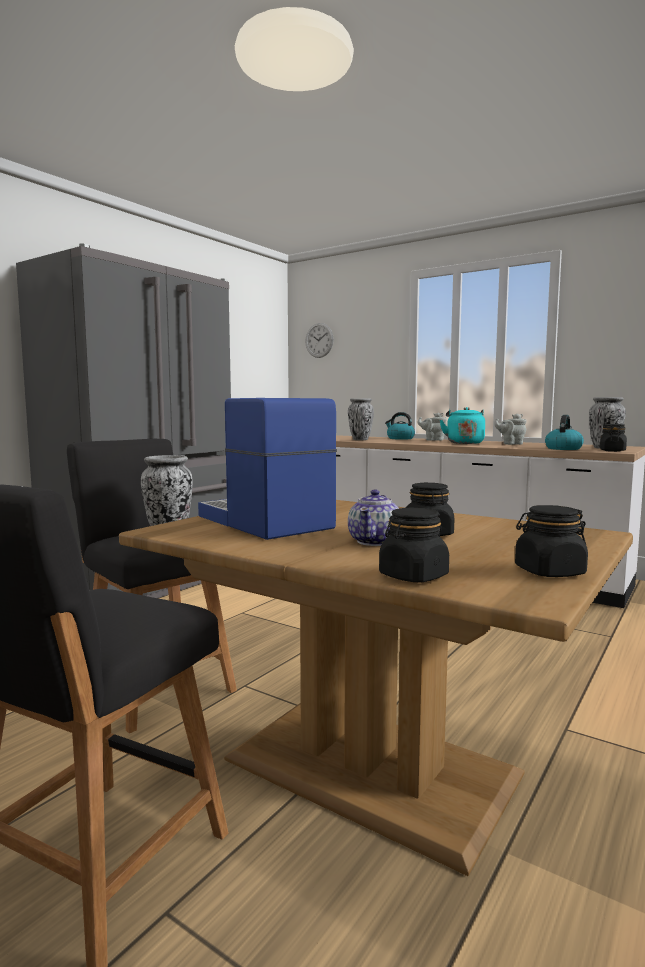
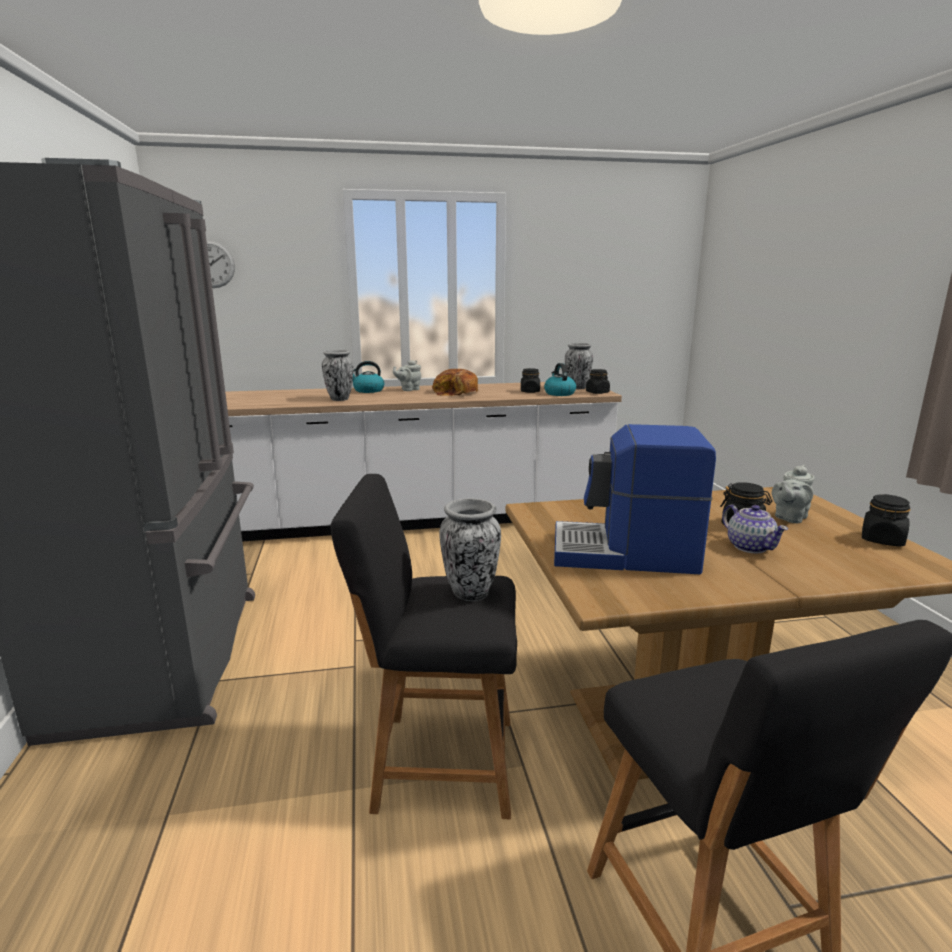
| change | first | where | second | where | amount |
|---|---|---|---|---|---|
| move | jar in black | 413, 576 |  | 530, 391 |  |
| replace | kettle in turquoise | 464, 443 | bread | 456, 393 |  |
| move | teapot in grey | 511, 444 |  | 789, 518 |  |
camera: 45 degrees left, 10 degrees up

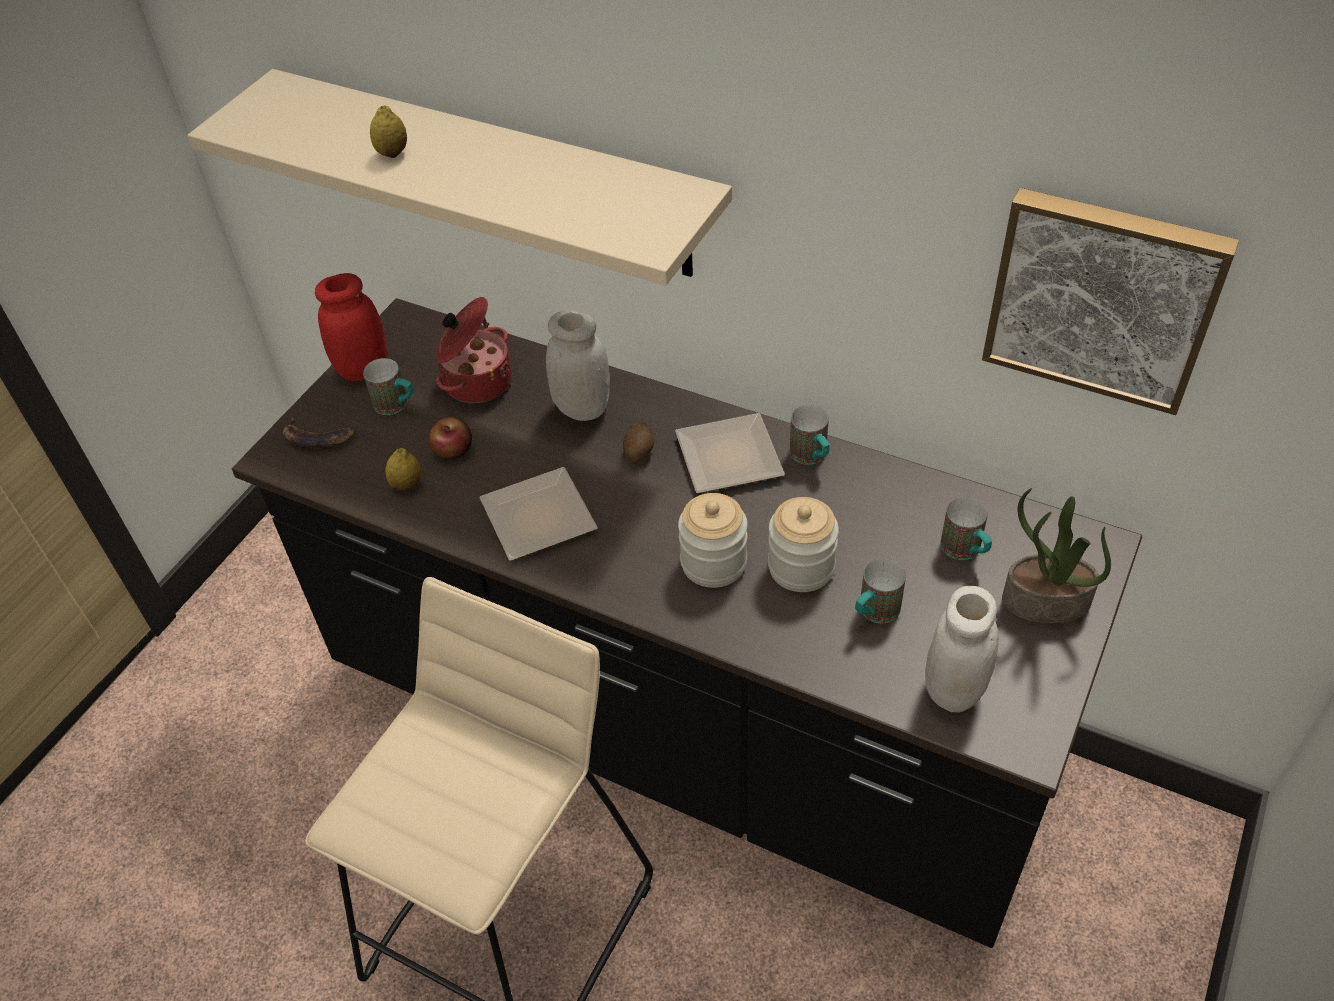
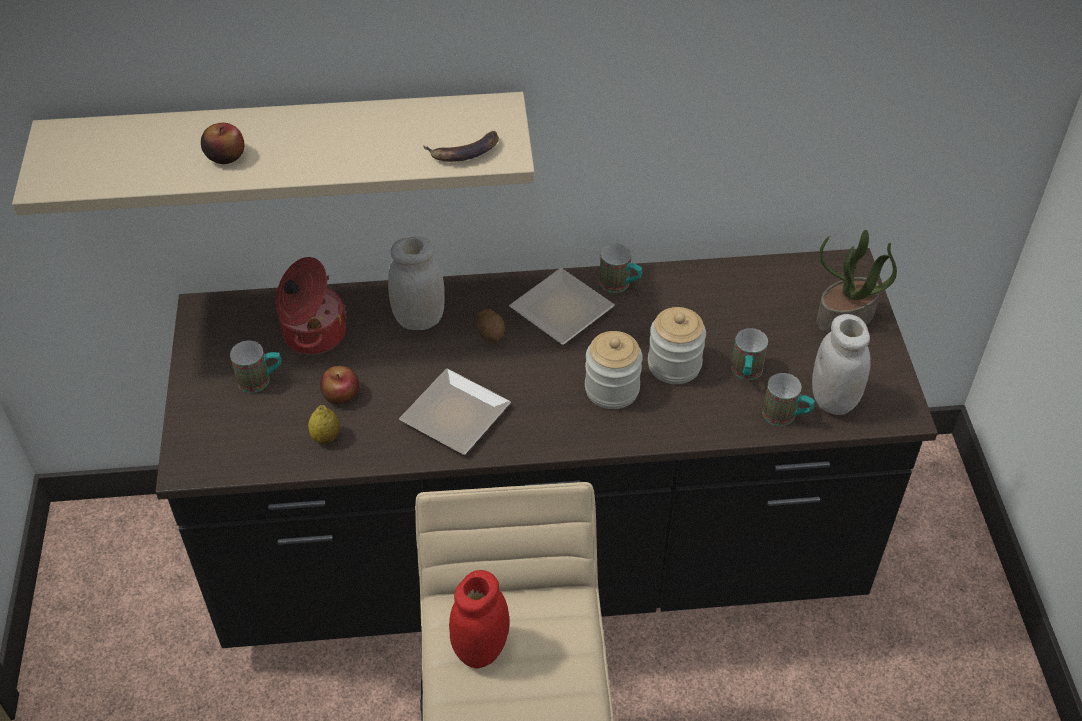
| change | first | where | second | where | amount |
|---|---|---|---|---|---|
| move | banana | 318, 437 |  | 464, 151 |  |
| move | jar in red | 363, 370 |  | 481, 649 |  |
| replace | lemon | 392, 153 | apple | 225, 156 |  |
| move | mug | 965, 551 |  | 786, 416 |  |
| delete | picture | 1103, 297 |  |  |  |
camera: 35 degrees left, 0 degrees up

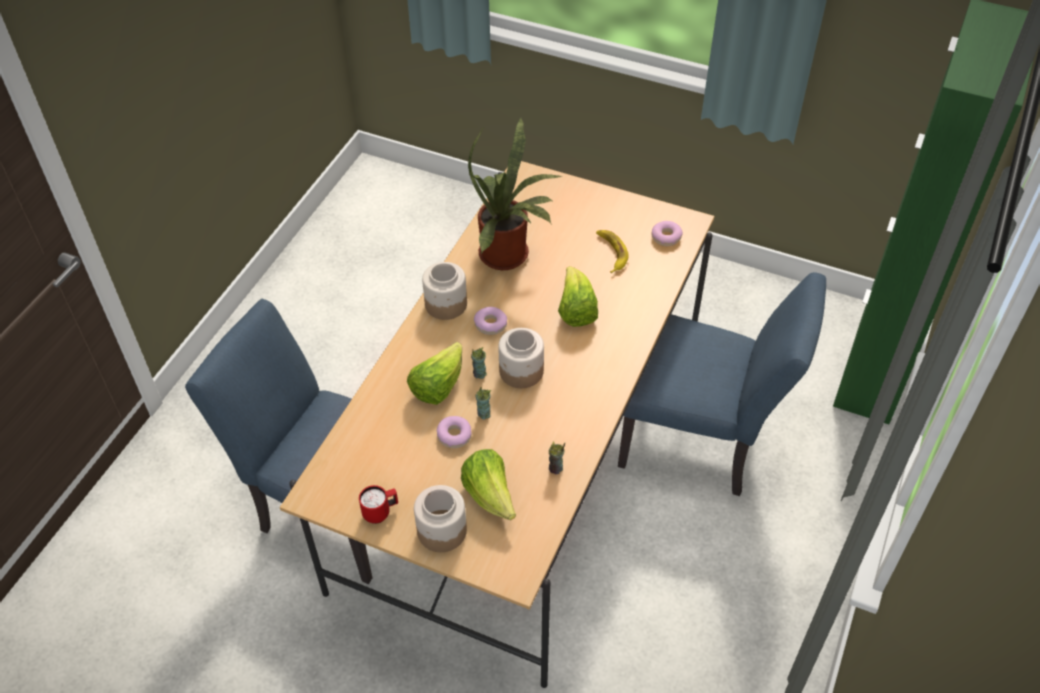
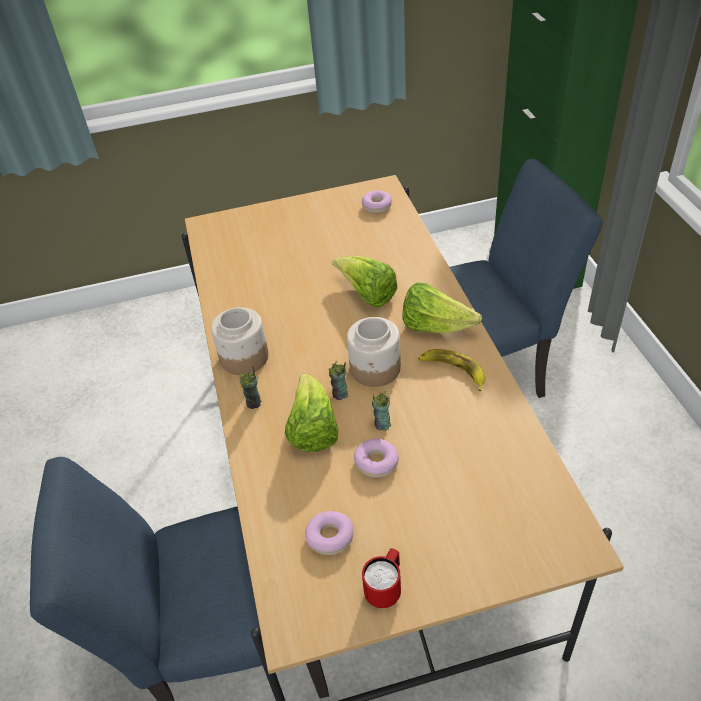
| change | first | where | second | where | amount |
|---|---|---|---|---|---|
| delete | jar | 441, 530 |  |  |  |
| move | lettuce | 490, 495 |  | 435, 326 |  |
| delete | potted plant | 509, 256 |  |  |  |
| move | donut | 490, 324 |  | 330, 537 |  |
| move | cup | 556, 468 |  | 254, 403 |  |
| move | banana | 611, 252 |  | 453, 370 |  |
camera: 35 degrees left, 5 degrees down

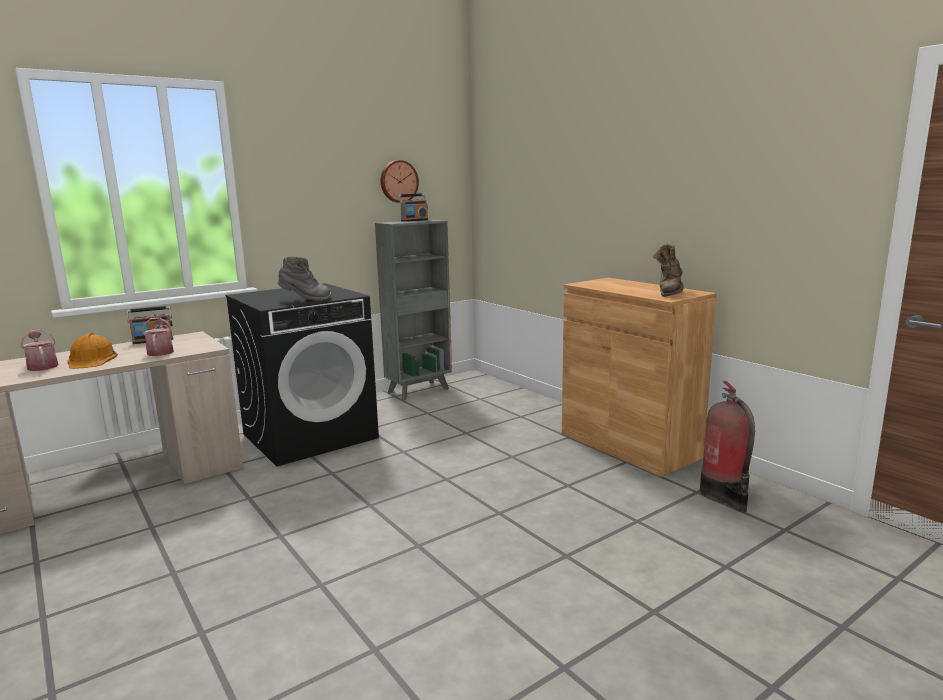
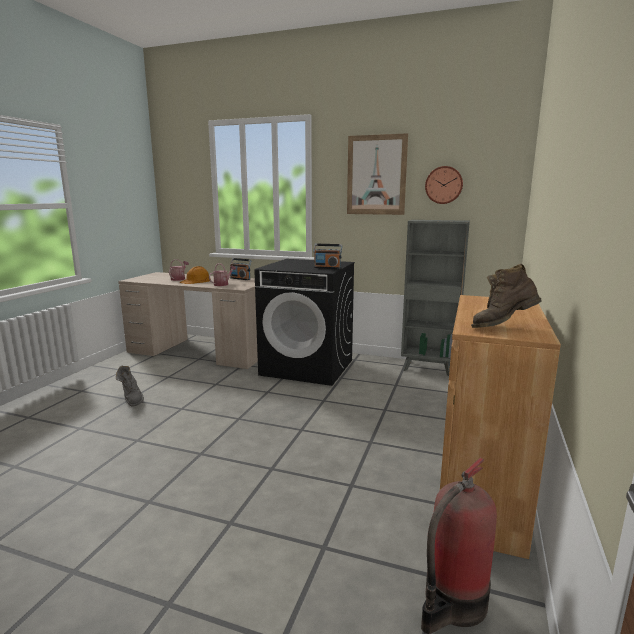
| change | first | where | second | where | amount |
|---|---|---|---|---|---|
| move | boot in grey | 304, 299 |  | 132, 399 |  |
| move | radio | 414, 220 |  | 327, 267 |  |
| insert |  |  | picture | 376, 175 |  |
camera: 55 degrees right, 0 degrees up

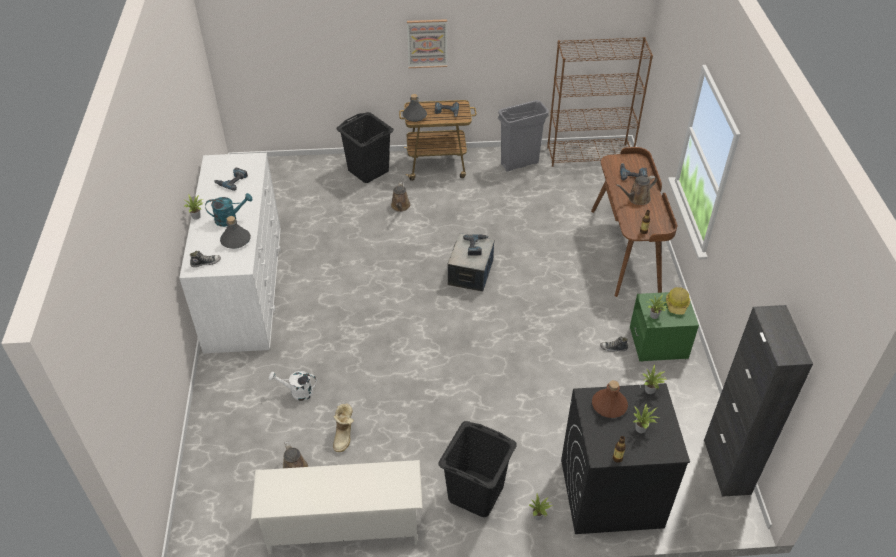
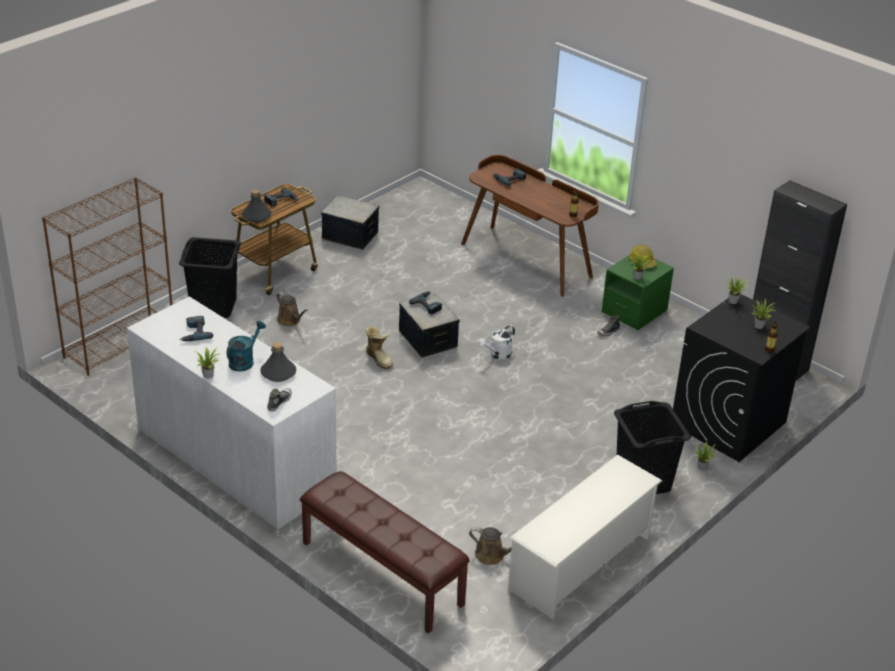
| change | first | where | second | where | amount |
|---|---|---|---|---|---|
| move | watering can in white | 297, 392 |  | 497, 355 |  |
| move | boot | 344, 436 |  | 379, 358 |  |
| delete | picture | 427, 43 |  |  |  |
| replace | trash can in grey | 520, 163 | storage box | 350, 235 |  |
| move | bookcase in brown | 589, 155 |  | 120, 343 |  |
| delete | bottle in brown | 609, 405 |  |  |  |
| delete | watering can in brown | 637, 199 |  |  |  |
| insert |  |  | bench in brown | 381, 573 |  |
camera: 45 degrees left, 10 degrees down

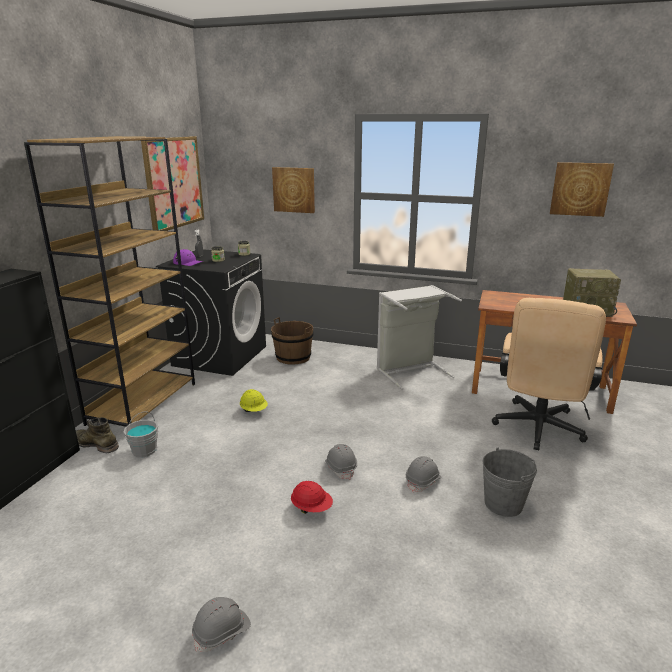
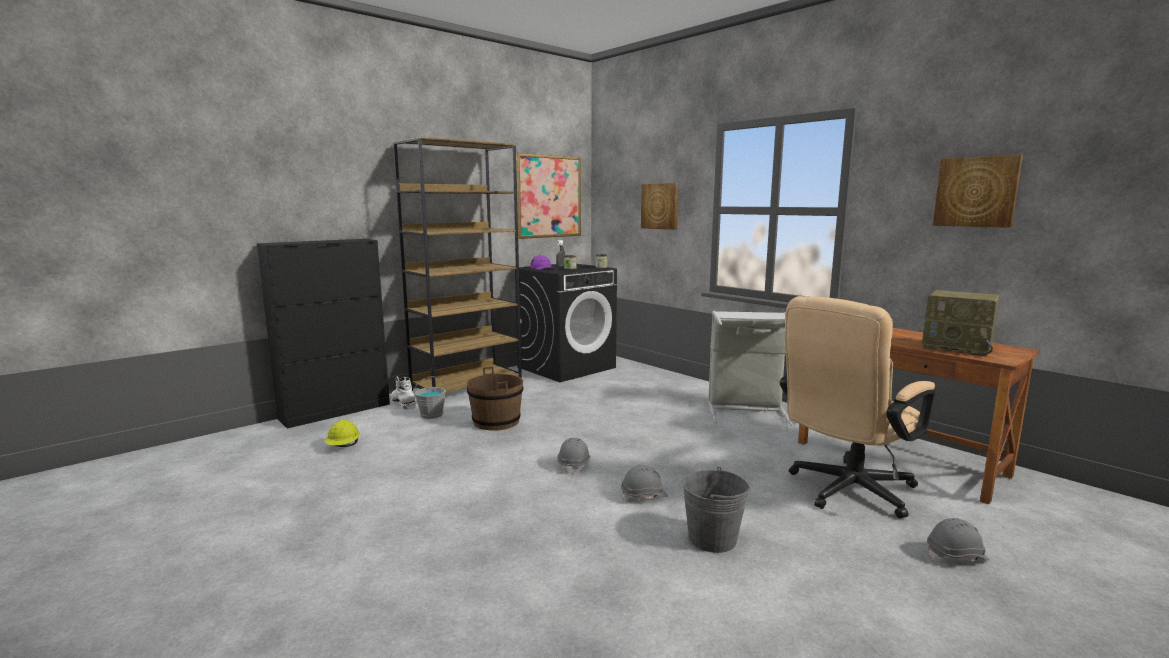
| change | first | where | second | where | amount |
|---|---|---|---|---|---|
| recolor | boot in green | 95, 444 | boot in white | 403, 403 |  |
| move | hard hat in grey | 222, 632 |  | 956, 556 |  |
| move | hard hat in yellow | 254, 411 |  | 343, 447 |  |
| move | bucket in brown | 293, 357 |  | 496, 422 |  |
| delete | hard hat in red | 312, 508 |  |  |  |
camera: 30 degrees right, 10 degrees down

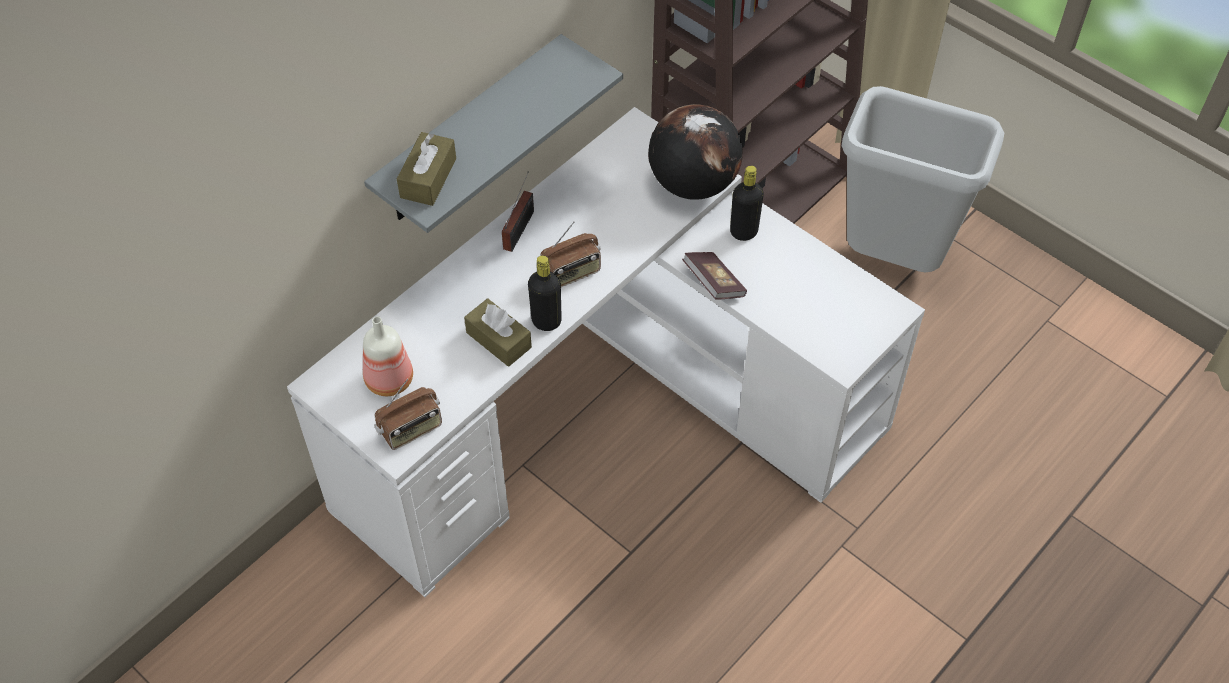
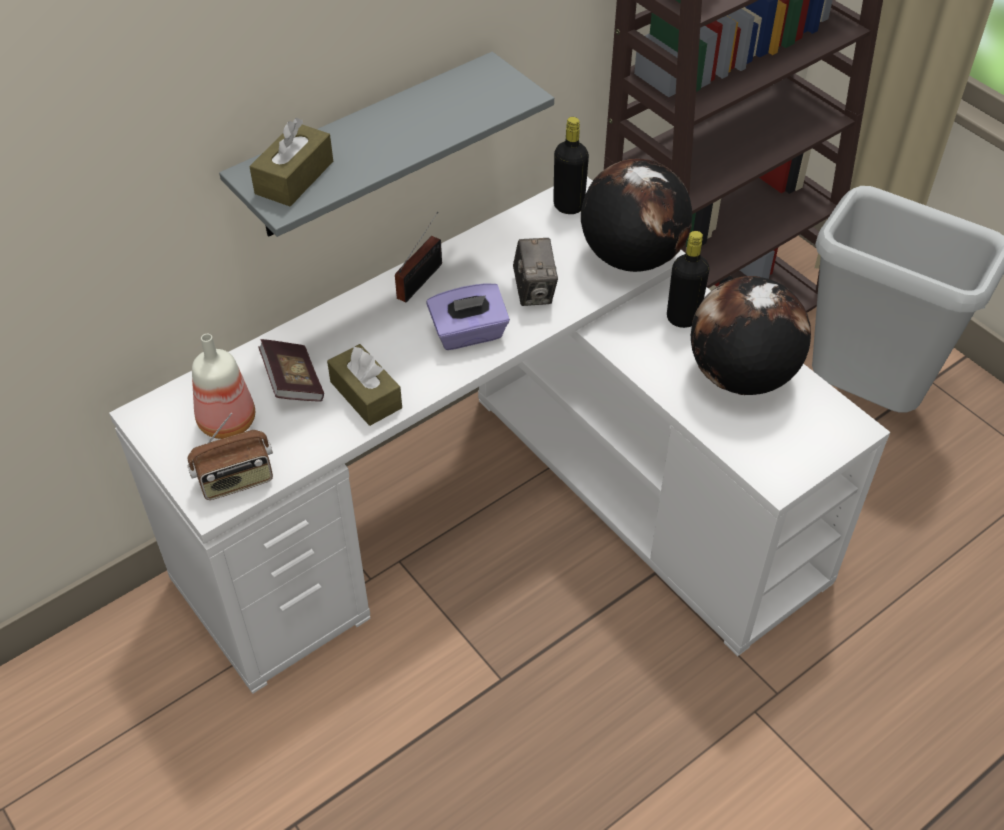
| change | first | where | second | where | amount |
|---|---|---|---|---|---|
| move | bottle in black | 546, 321 |  | 568, 206 |  |
| replace | radio | 571, 273 | tissue box in purple | 469, 334 |  |
| move | book | 713, 284 |  | 293, 382 |  |
| insert |  |  | photo camera | 534, 291 |  |
| insert |  |  | globe | 740, 376 |  |
camera: 10 degrees right, 5 degrees down

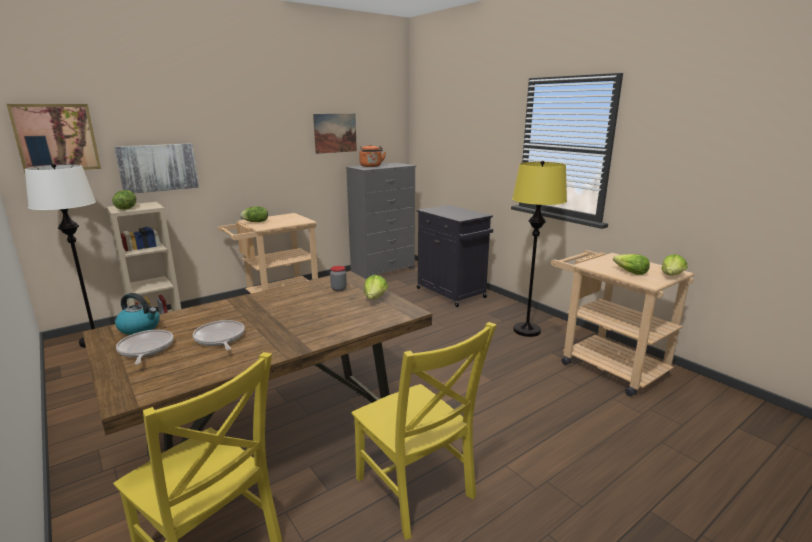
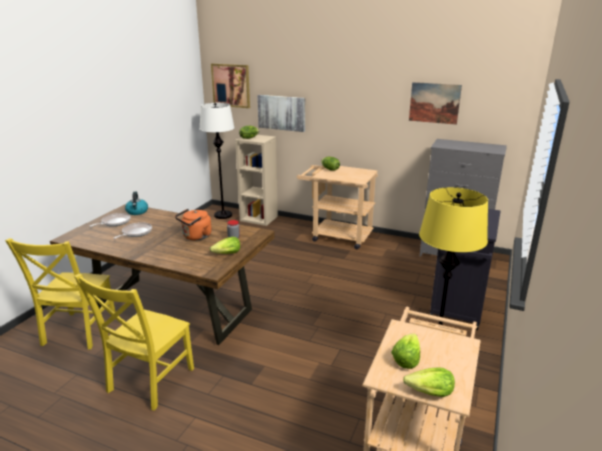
| change | first | where | second | where | amount |
|---|---|---|---|---|---|
| move | kettle in orange | 371, 166 |  | 195, 237 |  |
camera: 60 degrees right, 5 degrees up

